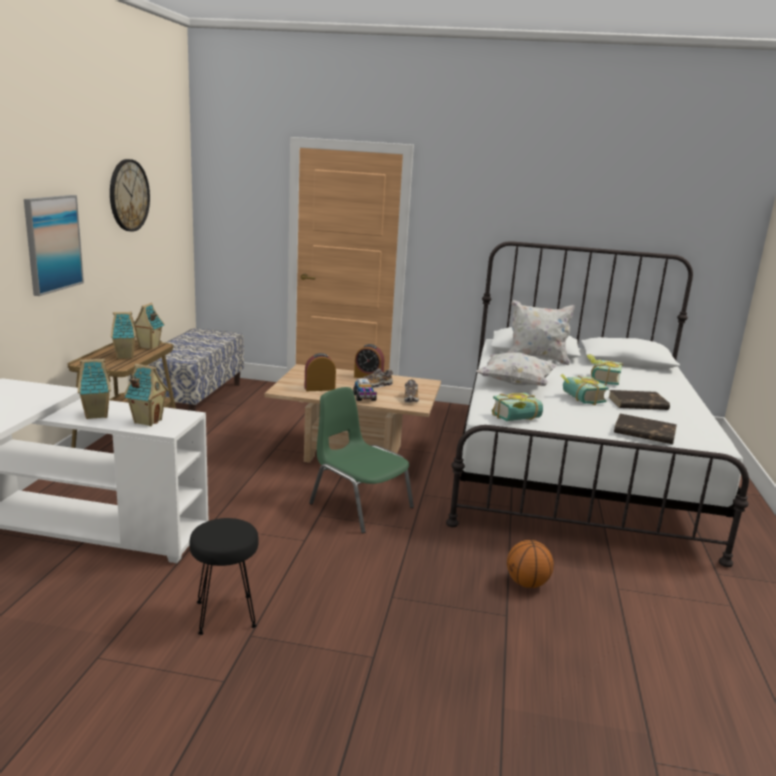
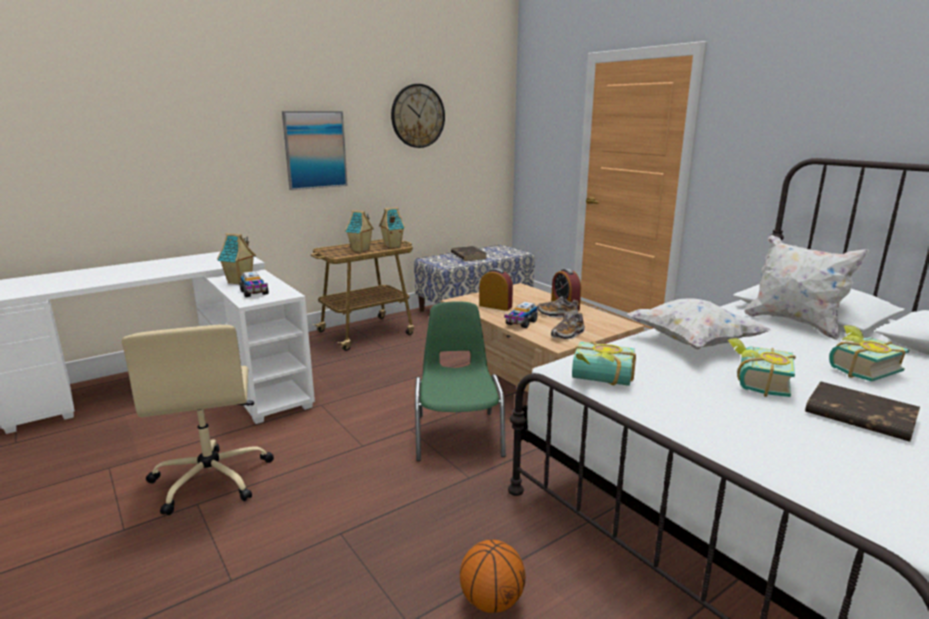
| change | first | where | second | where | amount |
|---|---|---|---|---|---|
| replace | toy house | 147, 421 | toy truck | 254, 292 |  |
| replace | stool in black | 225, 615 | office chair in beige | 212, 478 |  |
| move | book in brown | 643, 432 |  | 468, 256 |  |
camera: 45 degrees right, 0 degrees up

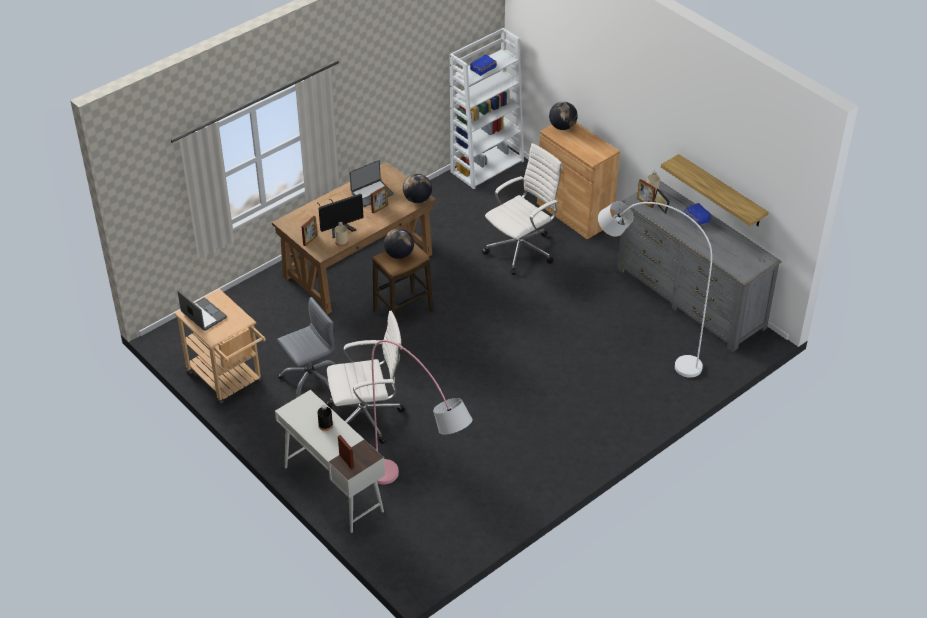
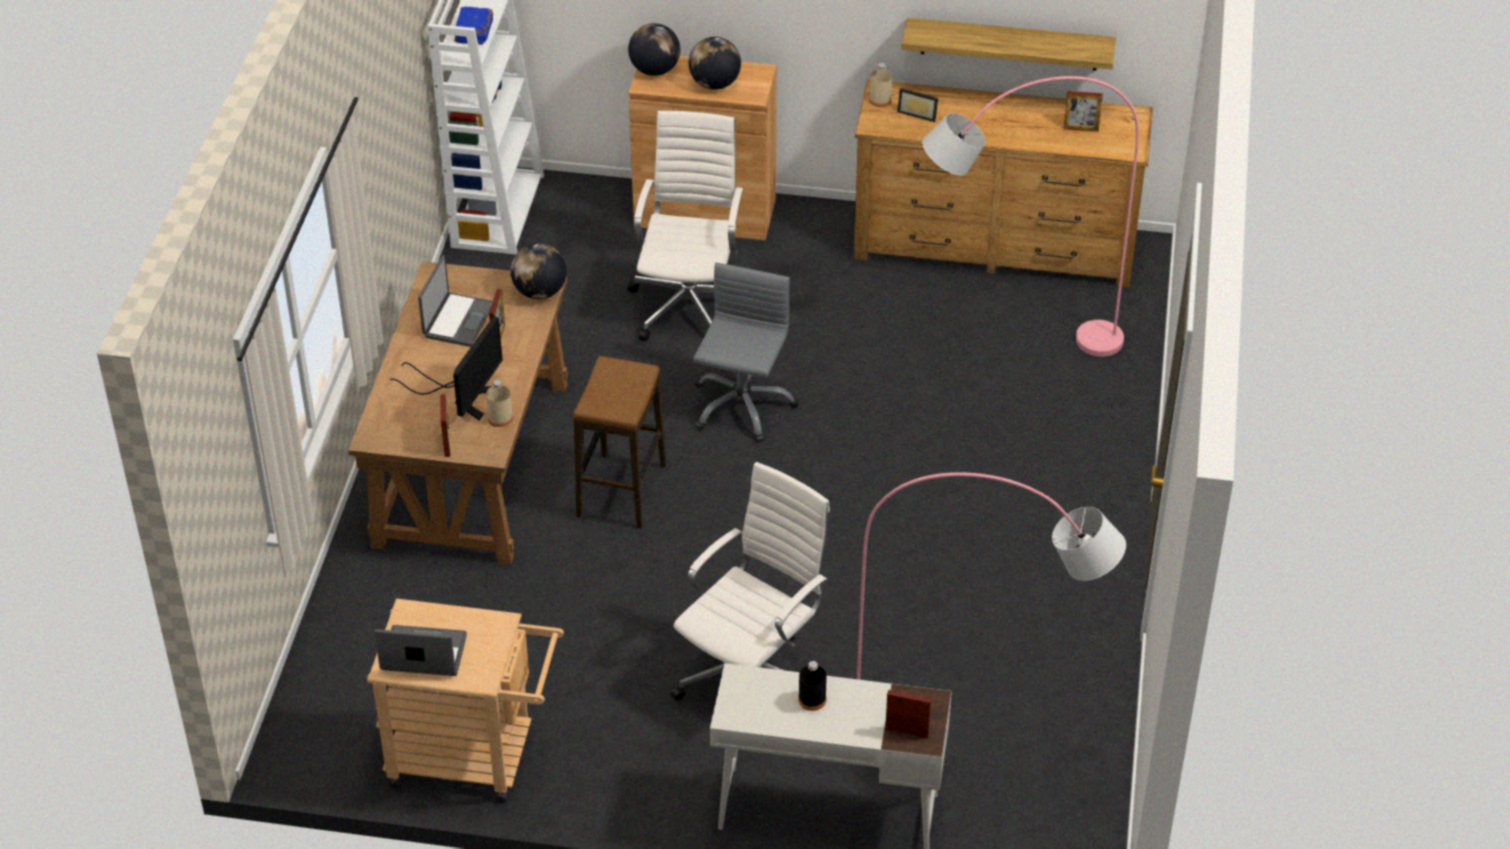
| change | first | where | second | where | amount |
|---|---|---|---|---|---|
| move | office chair in grey | 310, 378 |  | 741, 406 |  |
| move | globe | 399, 254 |  | 714, 84 |  |
| recolor | floor lamp in white | 642, 347 | floor lamp in pink | 1011, 349 |  |
| recolor | dresser in grey | 690, 298 | dresser in brown | 995, 245 |  |
| move | picture frame | 645, 203 |  | 1081, 129 |  |
| delete | book in blue | 697, 218 |  |  |  |
camera: 40 degrees left, 0 degrees up

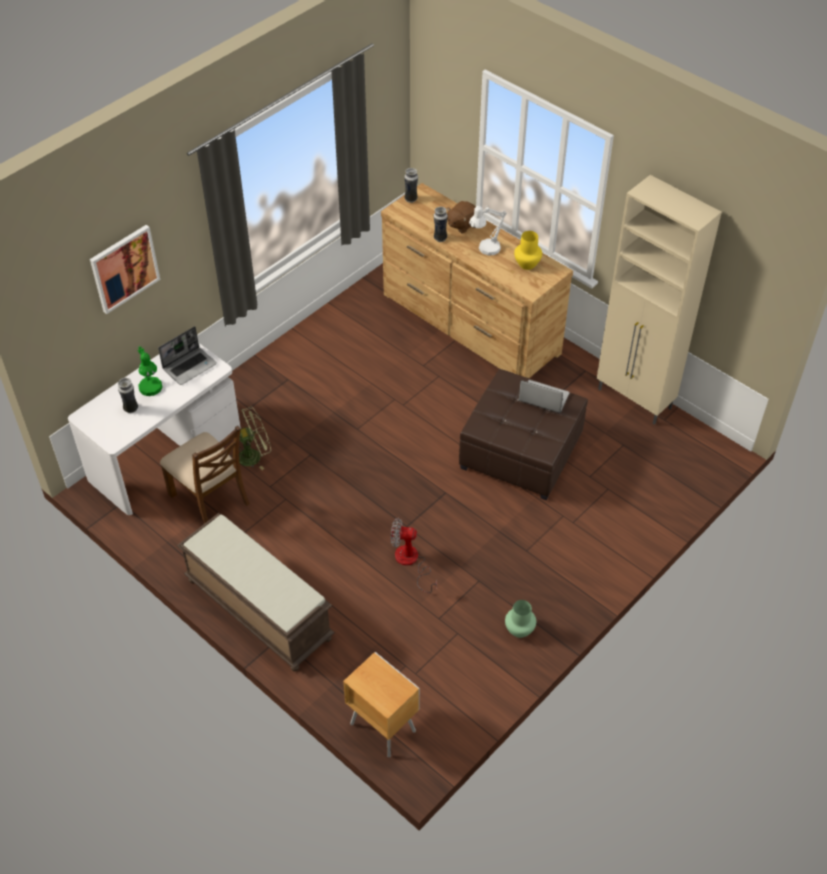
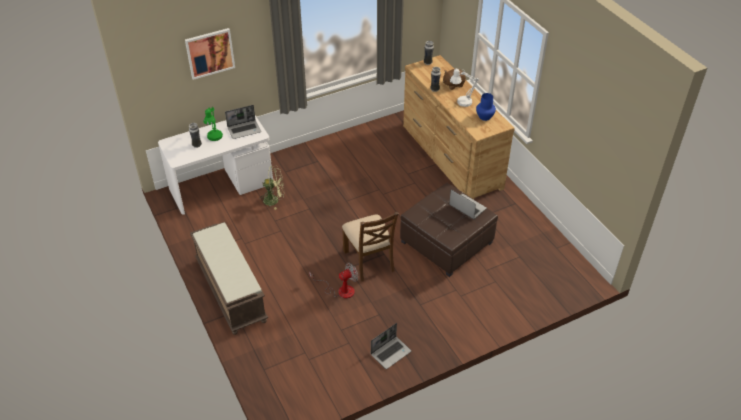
| change | first | where | second | where | amount |
|---|---|---|---|---|---|
| move | chair in brown | 210, 499 |  | 369, 261 |  |
| delete | nightstand in brown | 382, 726 |  |  |  |
| rotate | fan | 411, 562 |  | 340, 290 | 120 degrees clockwise |
| replace | vase in green | 519, 629 | laptop | 391, 352 |  |
| recolor | vase in yellow | 527, 264 | vase in blue | 484, 117 |  |
| delete | cabinet in beige | 635, 399 |  |  |  |
camera: 20 degrees right, 5 degrees down

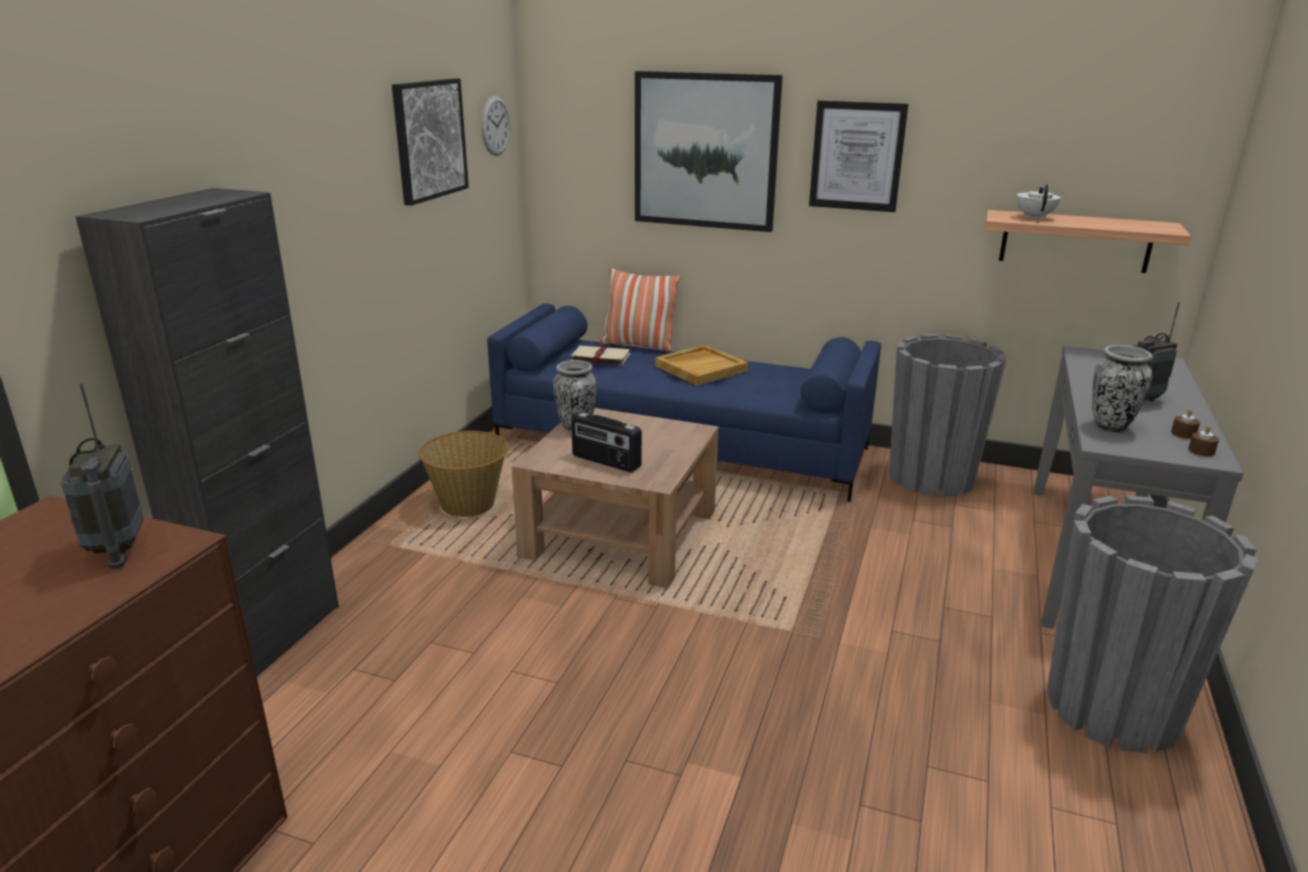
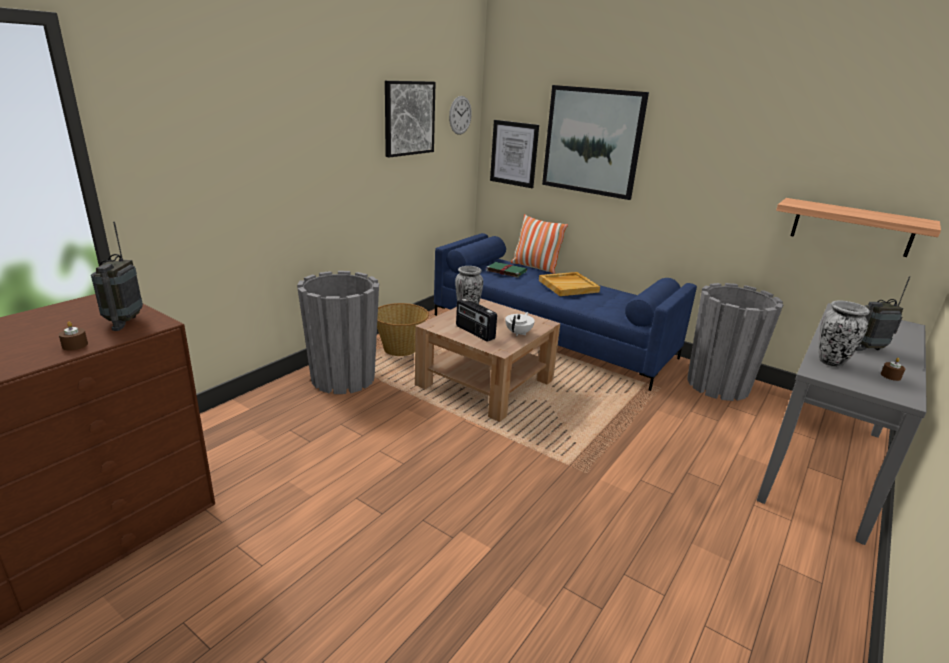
| change | first | where | second | where | amount |
|---|---|---|---|---|---|
| delete | cabinet in black | 270, 638 |  |  |  |
| recolor | book in beige | 599, 357 | book in green | 505, 271 |  |
| move | picture | 857, 156 |  | 514, 153 |  |
| move | teapot in white | 1034, 217 |  | 519, 333 |  |
| move | planter in grey | 1113, 707 |  | 343, 378 |  |
| move | candle in brown | 1201, 451 |  | 75, 345 |  |
camera: 15 degrees right, 0 degrees up

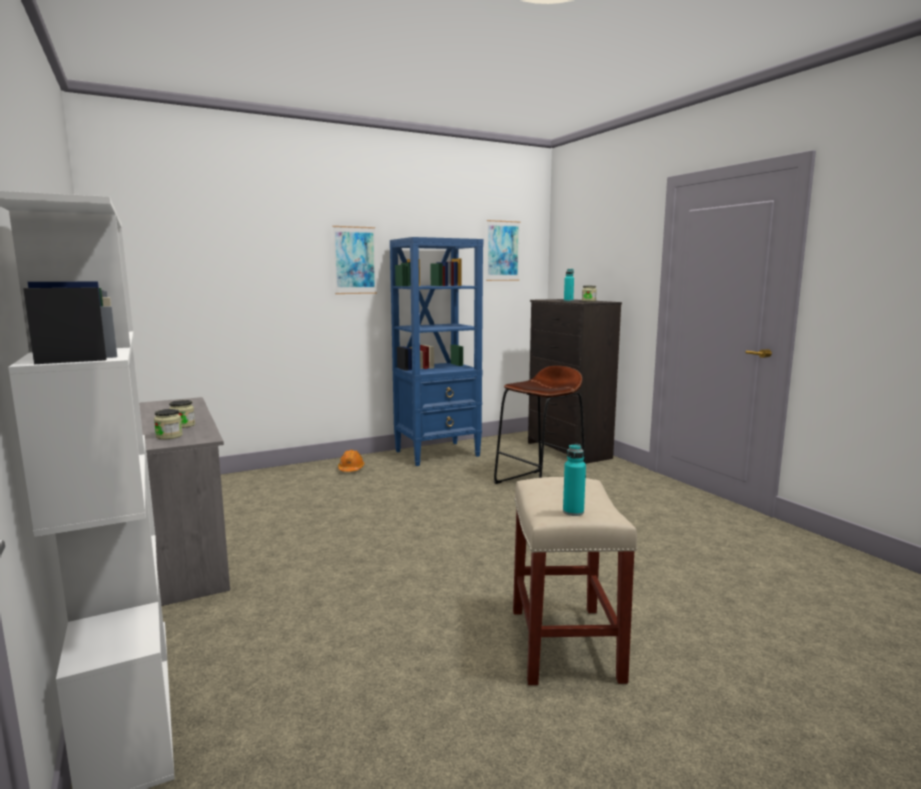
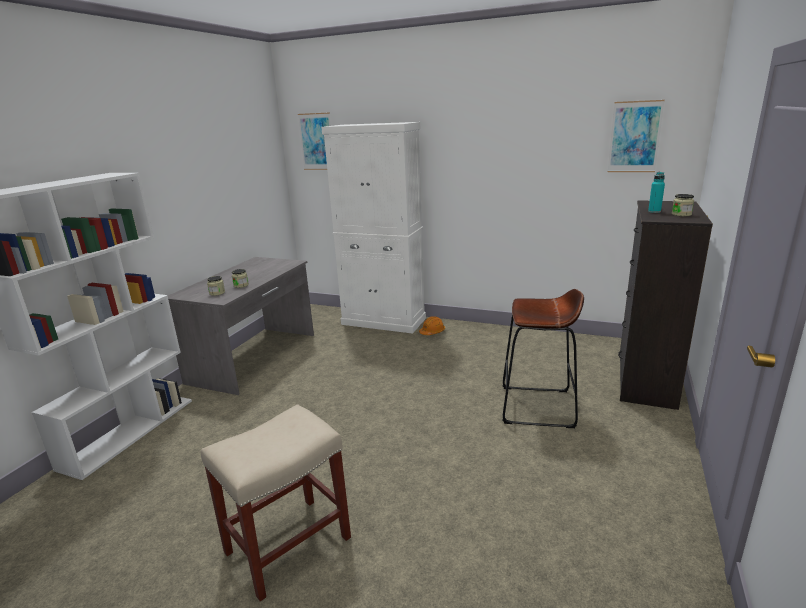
| change | first | where | second | where | amount |
|---|---|---|---|---|---|
| move | picture | 355, 260 |  | 316, 141 |  |
| delete | bookcase in blue | 438, 453 |  |  |  |
| delete | bottle in turquoise | 573, 512 |  |  |  |
| insert |  |  | cabinet in white | 384, 321 |  |
camera: 50 degrees right, 10 degrees up

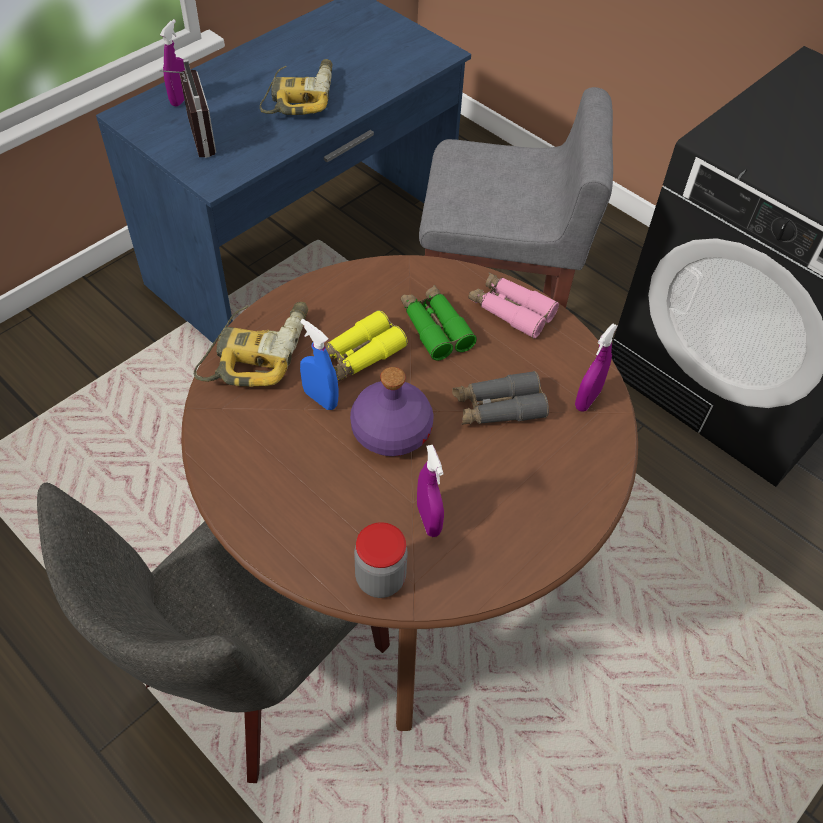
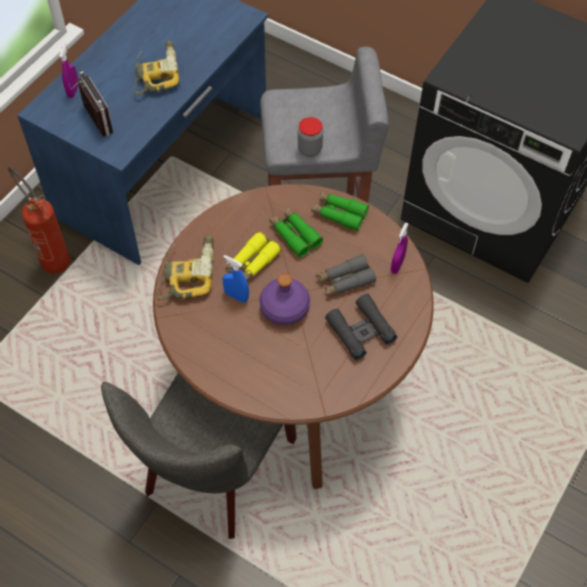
| change | first | where | second | where | amount |
|---|---|---|---|---|---|
| move | jar | 380, 578 |  | 309, 149 |  |
| delete | spray bottle in purple | 428, 520 |  |  |  |
| recolor | binoculars in pink | 510, 310 | binoculars in green | 339, 214 |  |
| insert |  |  | fire extinguisher | 51, 257 |  |
| insert |  |  | binoculars in black | 360, 331 |  |
camera: 10 degrees left, 5 degrees up

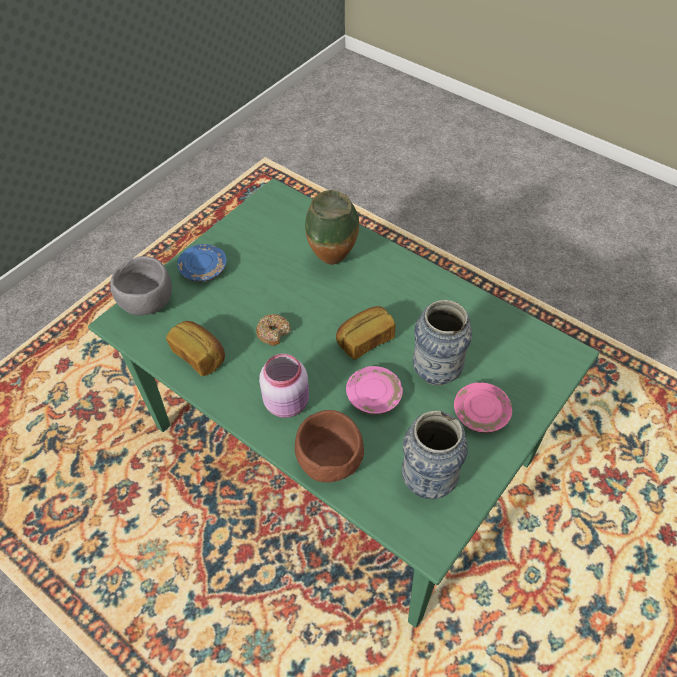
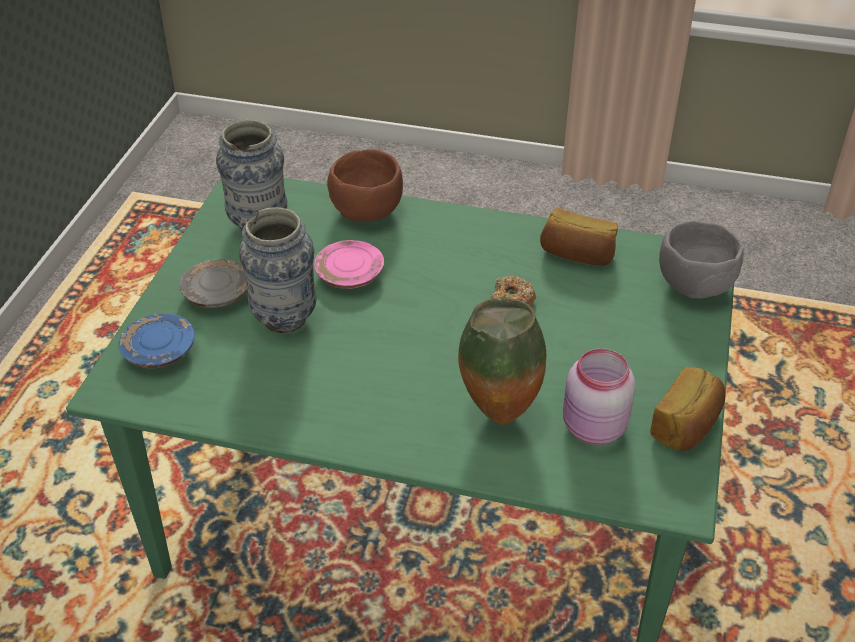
| change | first | where | second | where | amount |
|---|---|---|---|---|---|
| move | plate in blue | 203, 269 |  | 159, 351 |  |
| move | jar in pink | 288, 402 |  | 592, 428 |  |
| move | bread | 365, 340 |  | 687, 425 |  |
| recolor | plate in pink | 481, 413 | plate in grey | 216, 293 |  |
camera: 155 degrees right, 10 degrees down

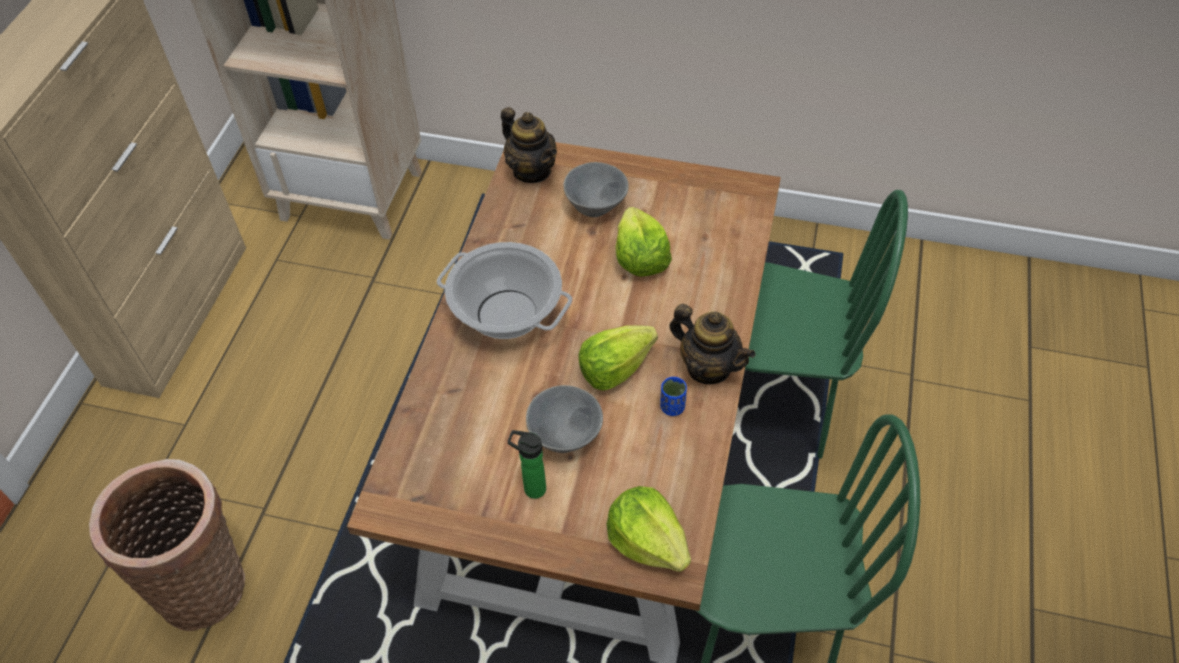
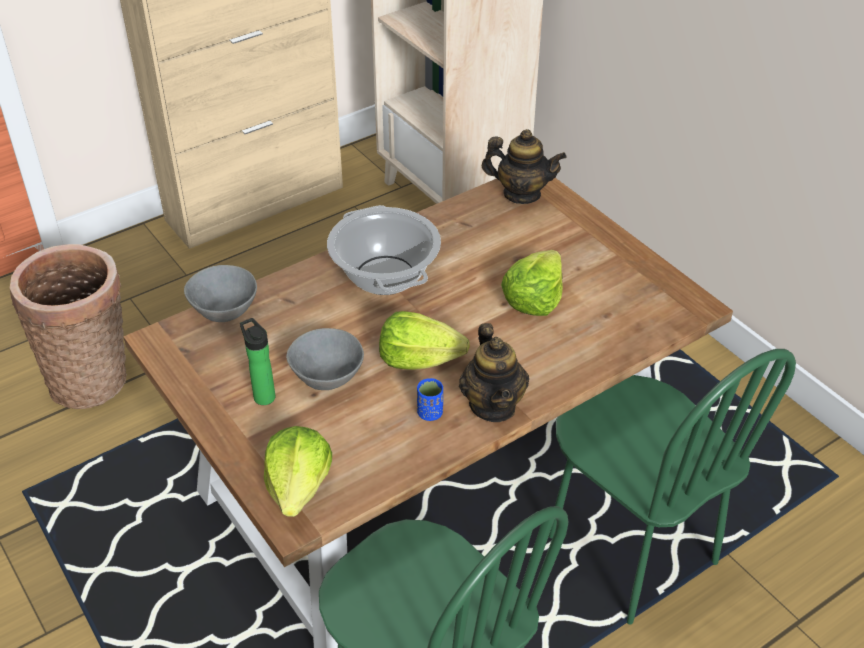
| change | first | where | second | where | amount |
|---|---|---|---|---|---|
| rotate | teapot | 532, 170 |  | 521, 194 | 75 degrees counterclockwise |
| move | bowl in grey | 597, 206 |  | 225, 313 |  |
camera: 40 degrees right, 10 degrees down

